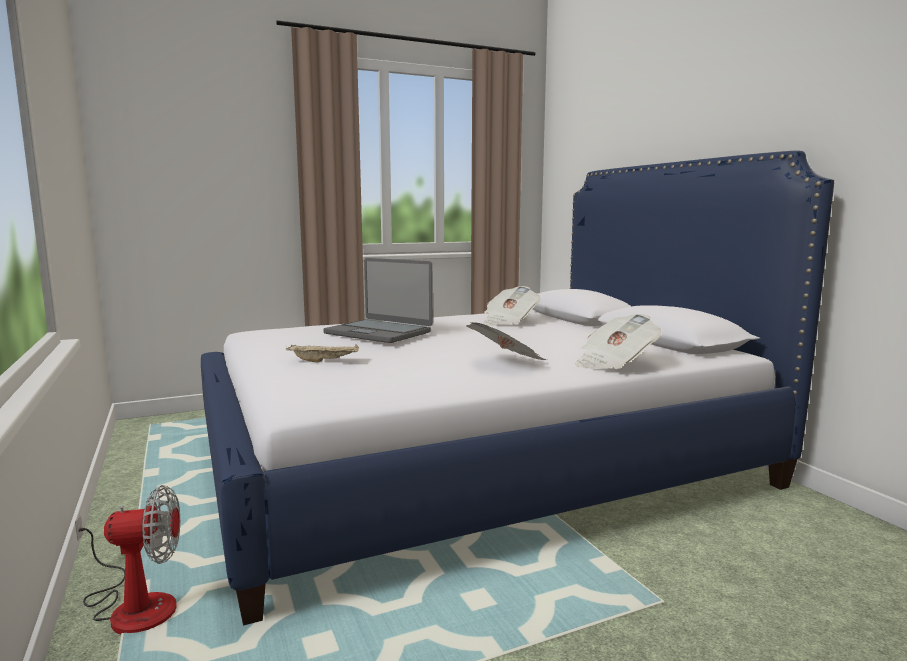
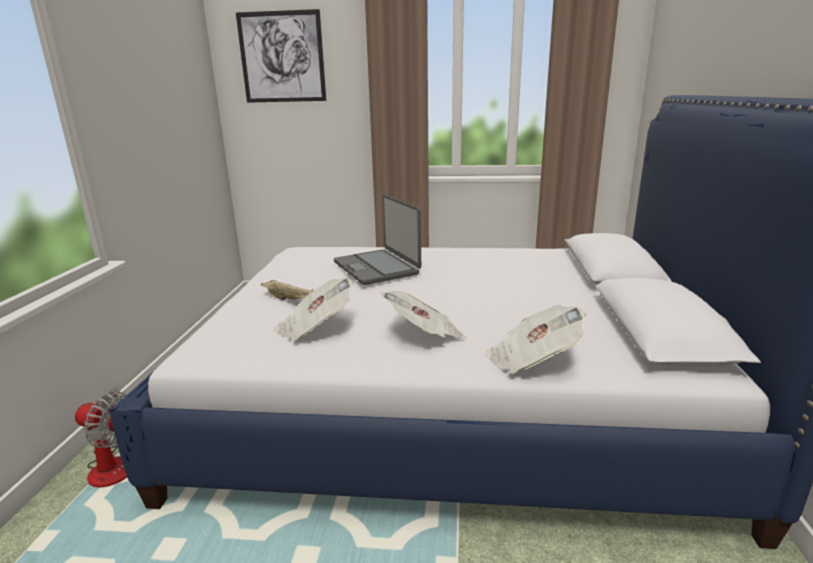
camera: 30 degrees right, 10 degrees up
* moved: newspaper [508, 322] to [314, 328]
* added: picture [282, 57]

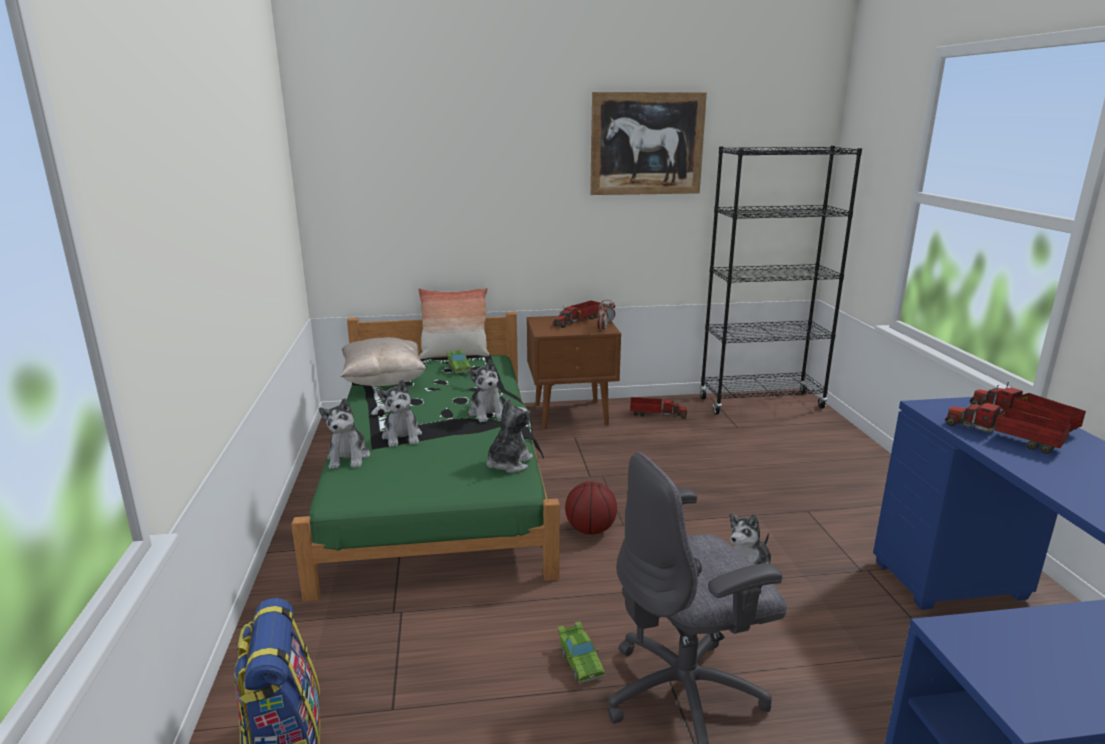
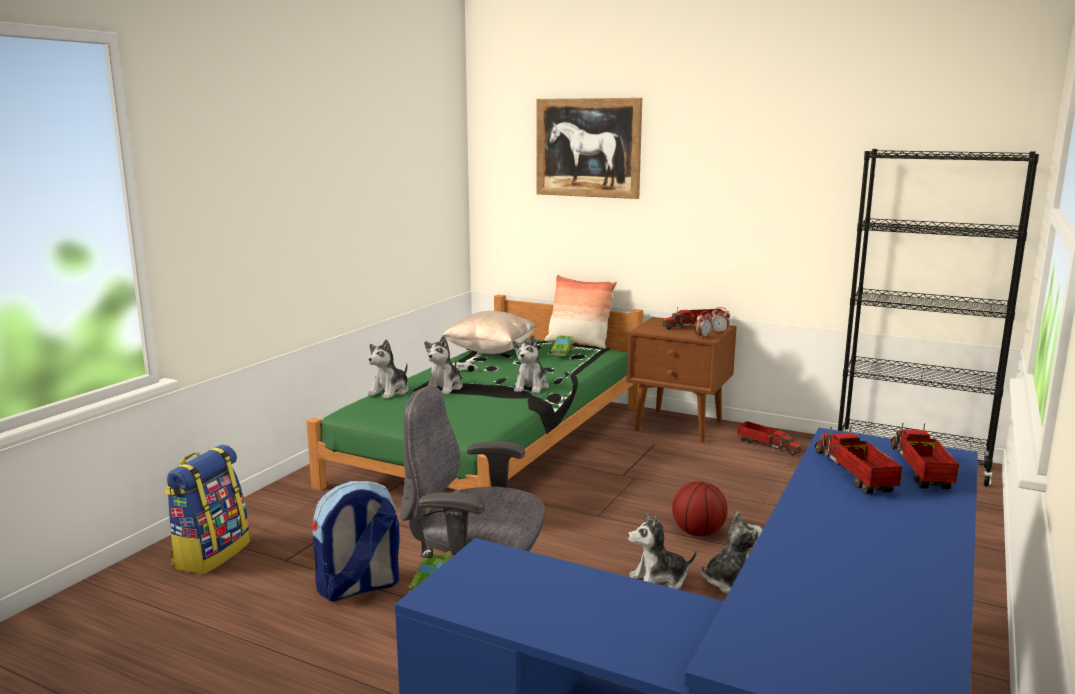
camera: 35 degrees right, 5 degrees down
* moved: picture [647, 144] to [588, 148]
* moved: plush_toy [508, 463] to [730, 582]
* moved: ball_for_basketball [591, 530] to [698, 533]
* added: knapsack [358, 587]

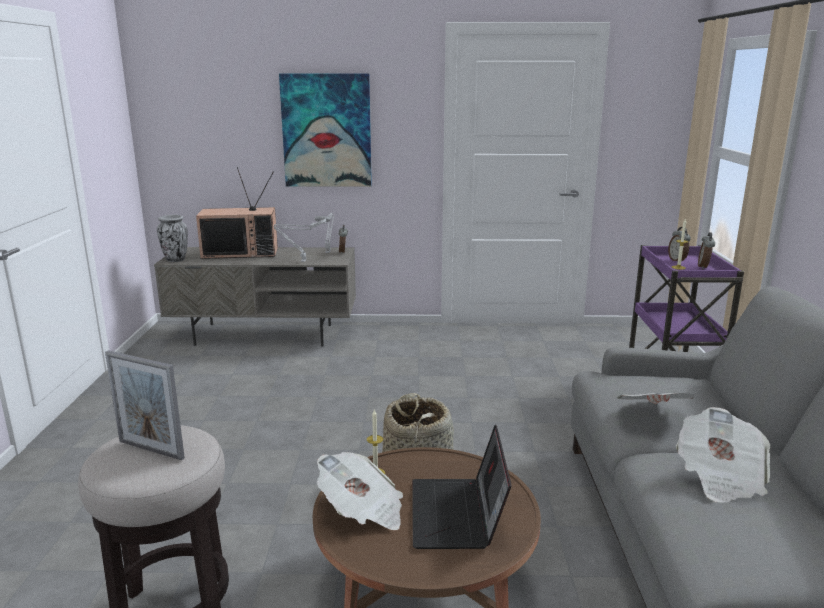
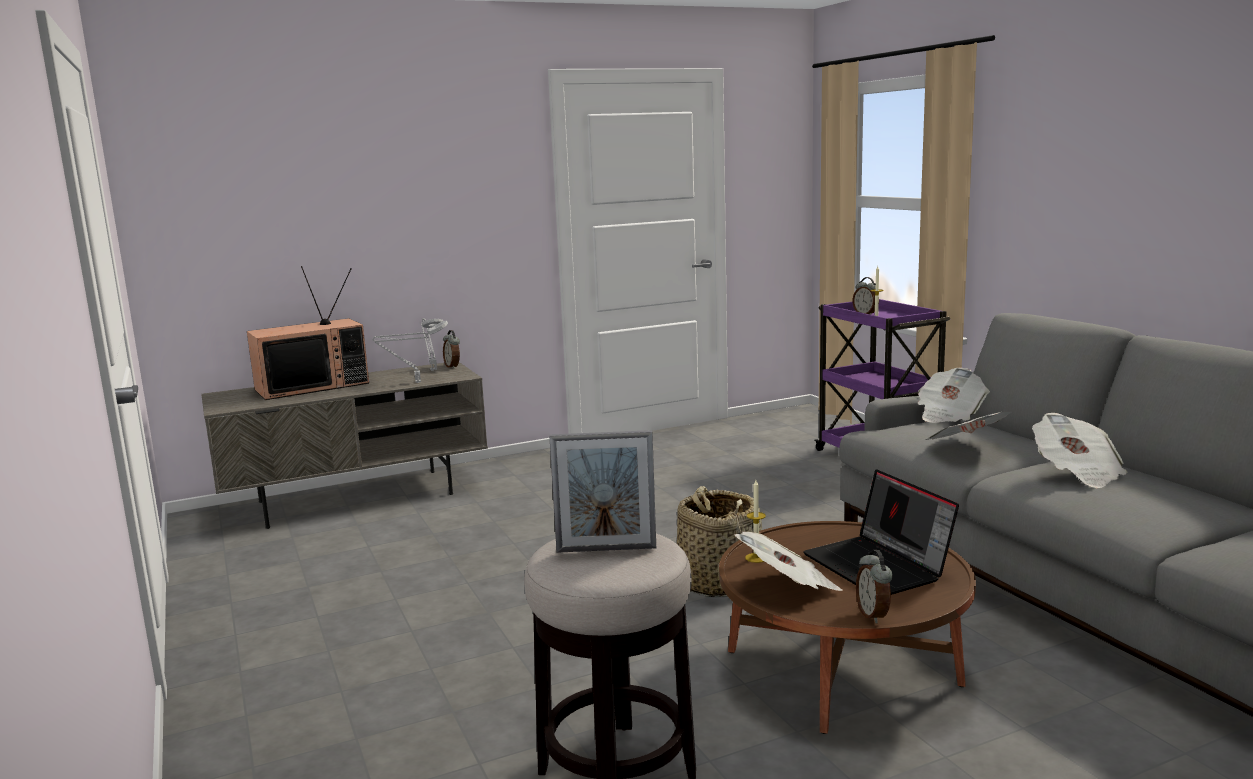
camera: 25 degrees left, 5 degrees down
* removed: picture [326, 131]
* removed: flower_vase [175, 260]
* moved: table_clock [704, 267] to [873, 615]
* added: newspaper [949, 415]

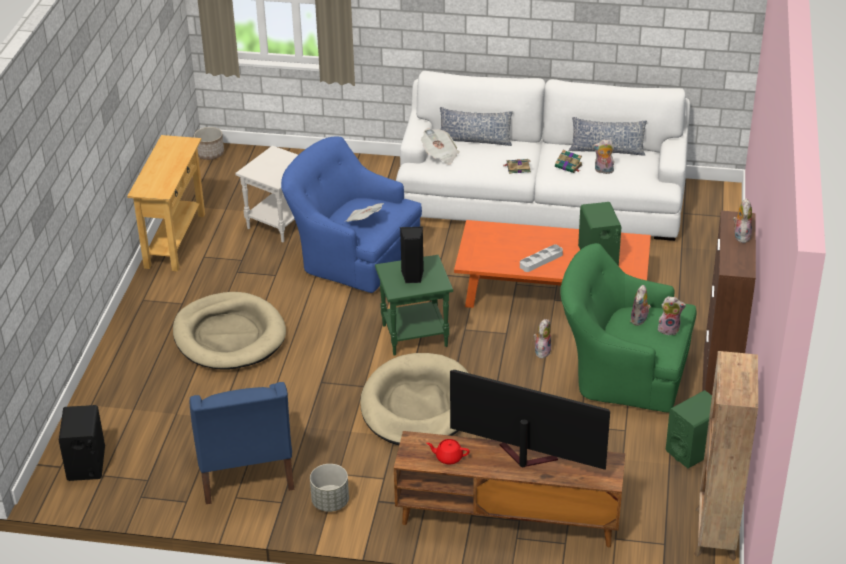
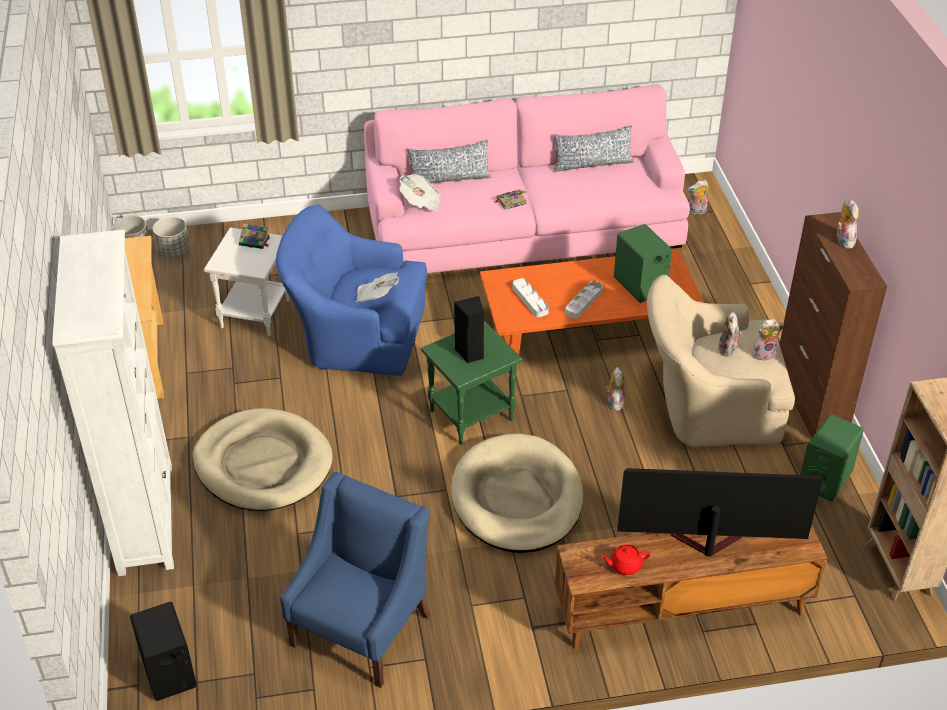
camera: 20 degrees left, 5 degrees up
* recoloured: whitish_settee [541, 200] to pink-coloured_settee [524, 229]
* moved: plush_toy [603, 171] to [696, 212]
* moved: bound_book [569, 166] to [255, 241]
* recoloured: greenish_lounge_chair [622, 372] to beige_lounge_chair [707, 406]
* turned: blue_lounge_chair [244, 469] = [362, 629] 120 degrees counterclockwise
* moved: gray_flower_pot [330, 502] to [174, 251]
* added: whitish_bookcase [145, 518]
* added: gray_tray [530, 300]

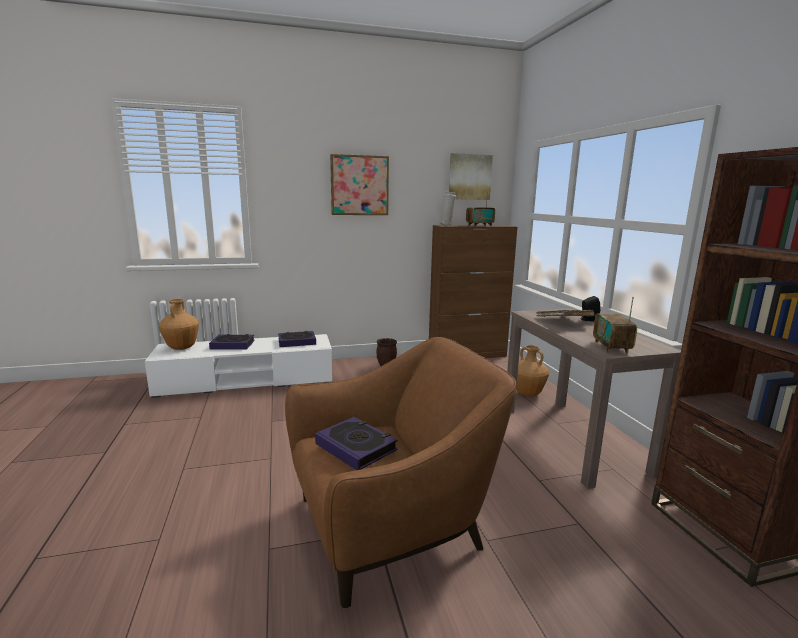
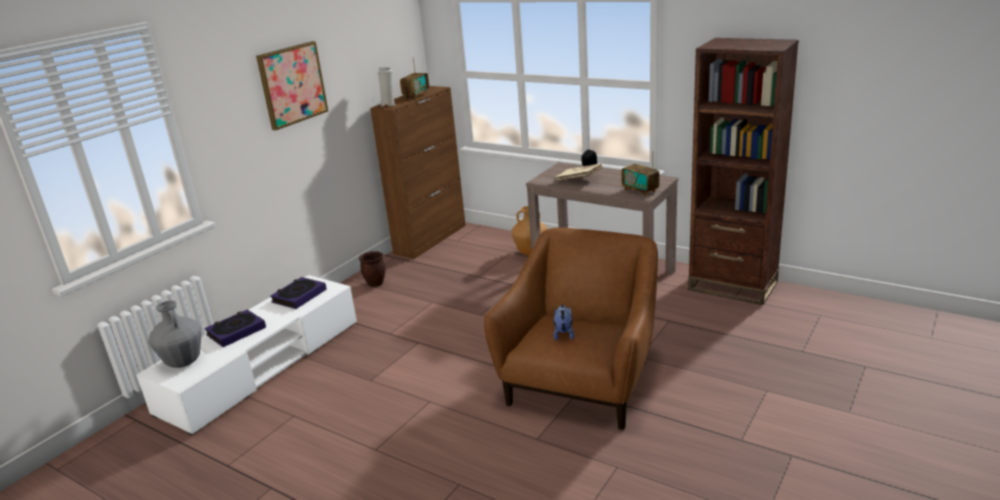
camera: 40 degrees left, 10 degrees up
* removed: picture [469, 177]
* recoloured: brown-coloured_flower_vase [181, 348] to gray_flower_vase [184, 362]
* replaced: bound_book [356, 447] to plush_toy [563, 334]

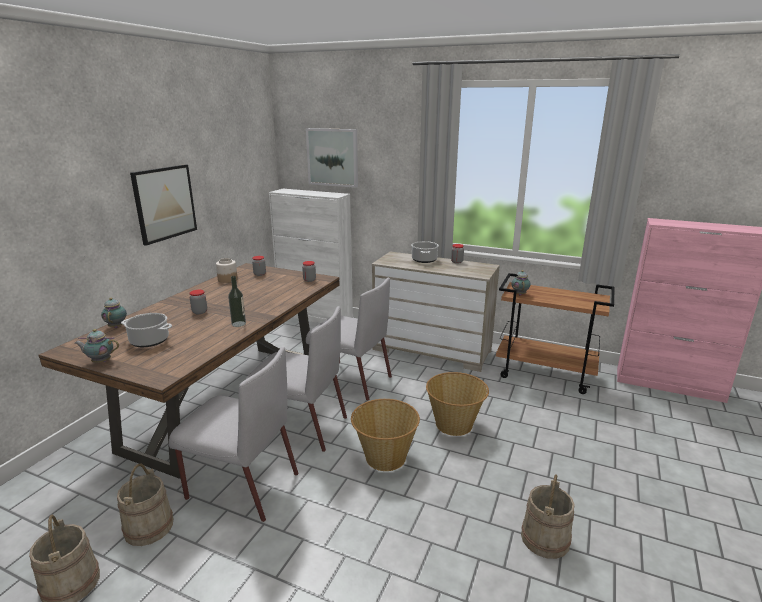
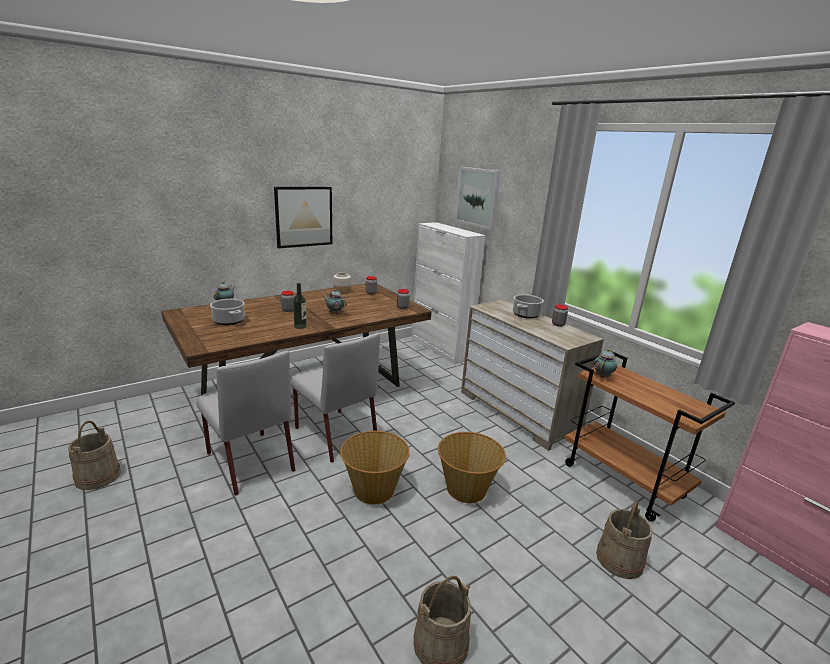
camera: 30 degrees right, 0 degrees up
* removed: gray_plain_chair [350, 380]
* moved: pot_for_tea [100, 361] to [334, 313]
* moved: beige_bucket [149, 527] to [620, 560]

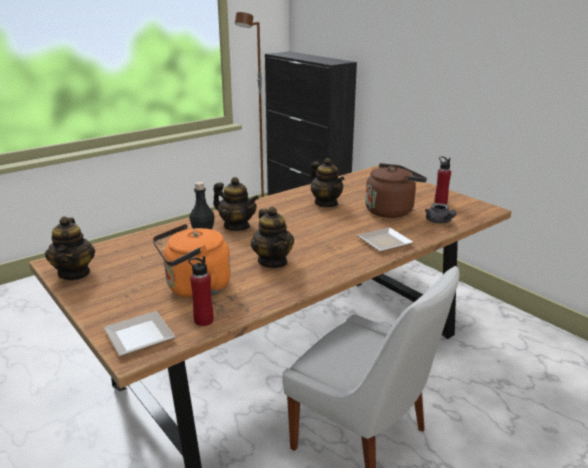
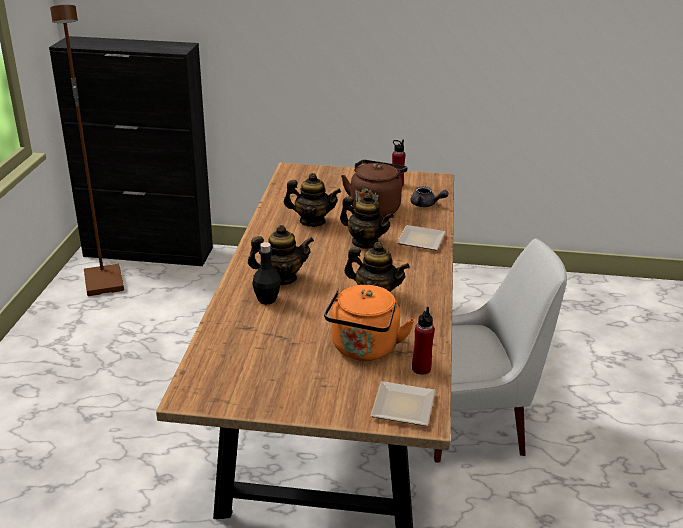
camera: 45 degrees left, 5 degrees up
* moved: pot_for_tea [75, 273] to [365, 243]

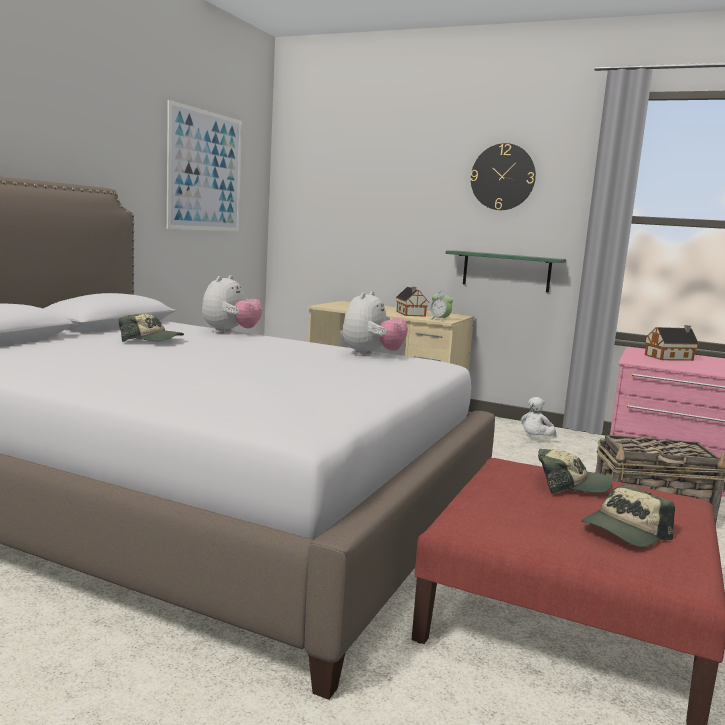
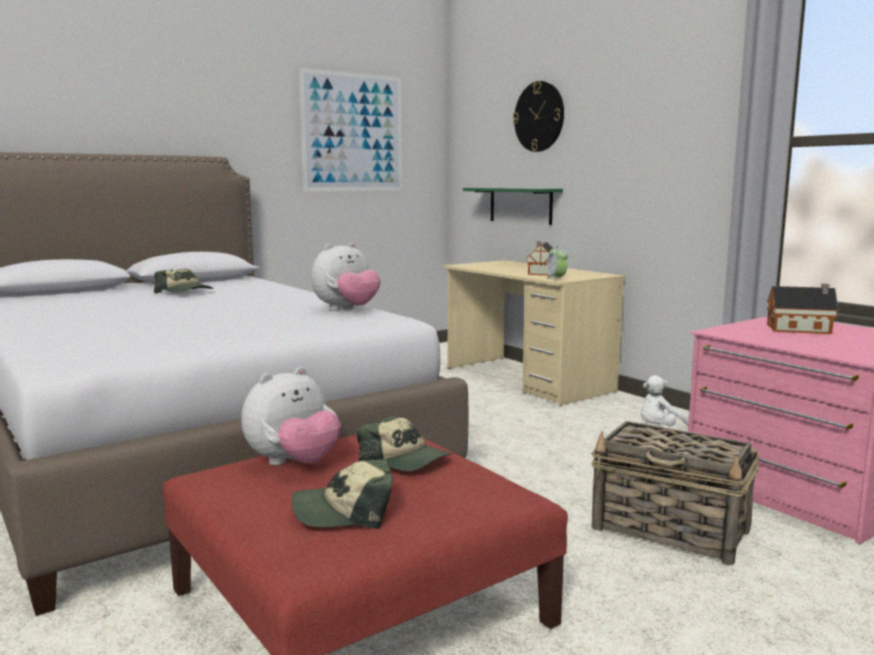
camera: 30 degrees right, 0 degrees up
* moved: hanging_clock [502, 177] to [539, 116]
* moved: greenish_shelf [506, 271] to [520, 205]
* moved: plush_toy [230, 332] to [293, 464]

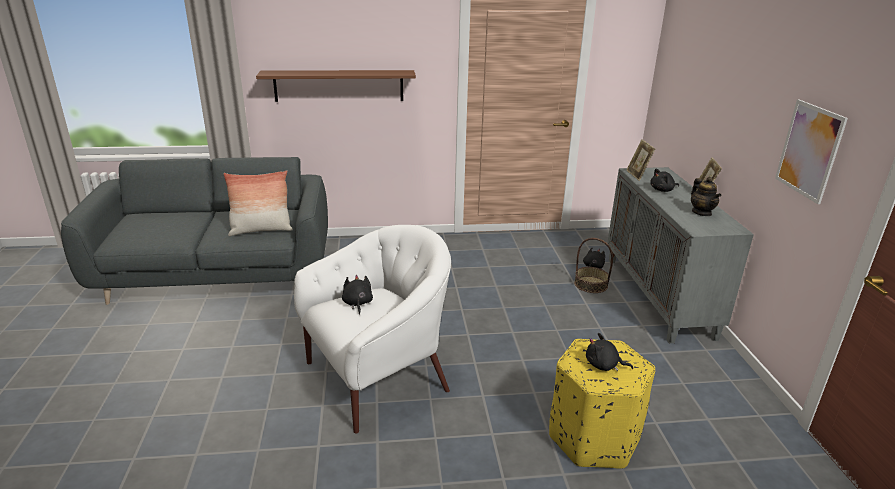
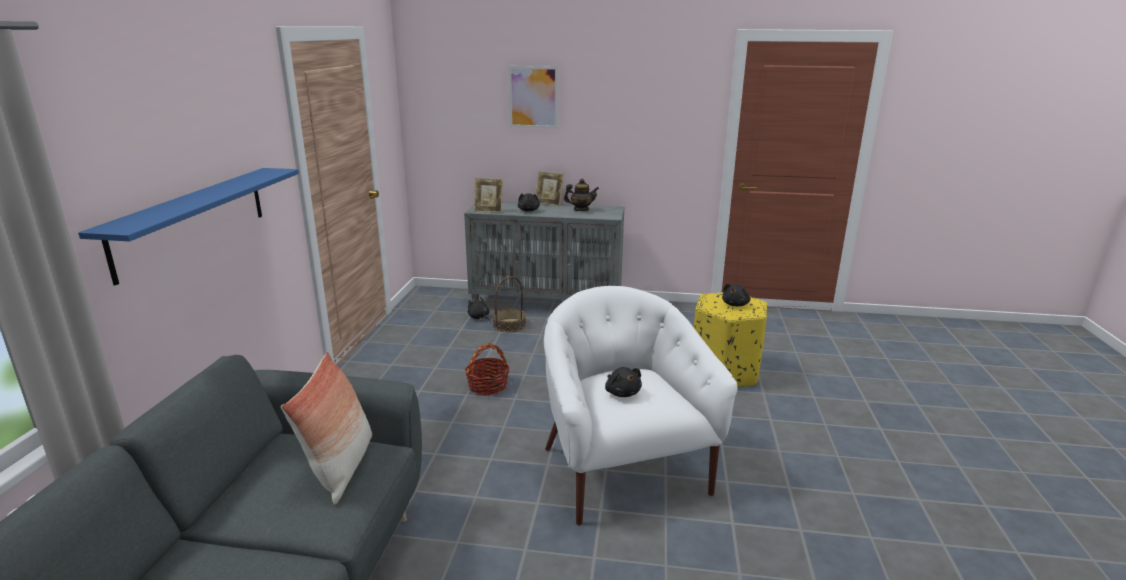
camera: 75 degrees left, 5 degrees down
* recoloured: brown-coloured_shelf [339, 85] to blue_shelf [193, 220]
* moved: picture [809, 150] to [533, 97]
* turned: blackish_plush_toy [357, 303] = [622, 392] 120 degrees counterclockwise
* added: storage_basket [488, 386]

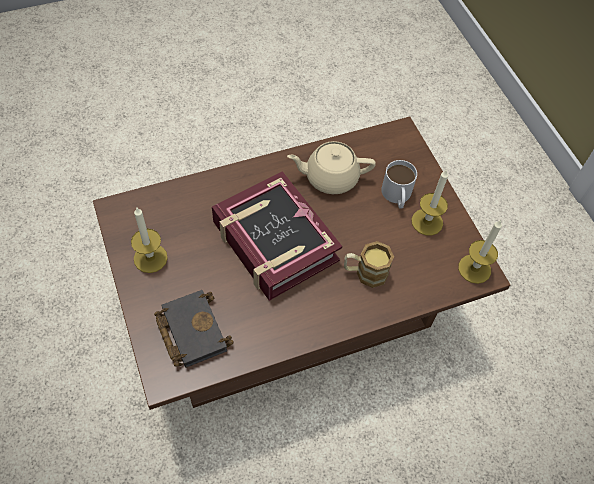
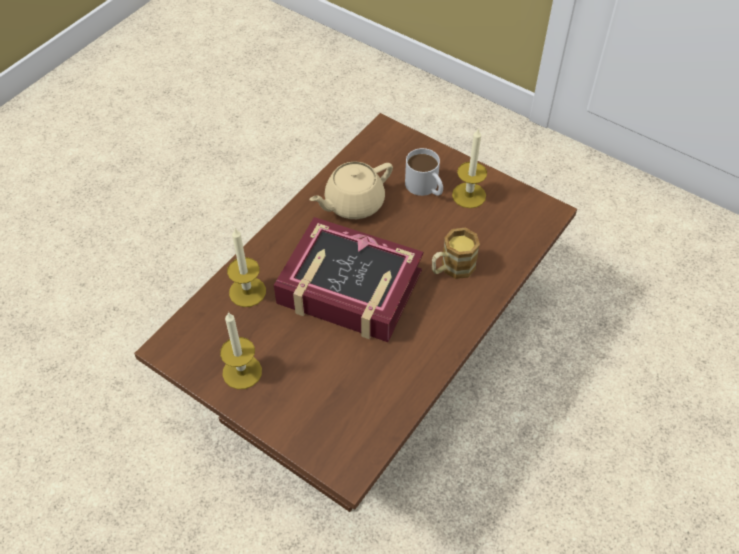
camera: 30 degrees left, 5 degrees down
* moved: wax_light [474, 269] to [247, 292]
* removed: blackish_bound_book [190, 330]

